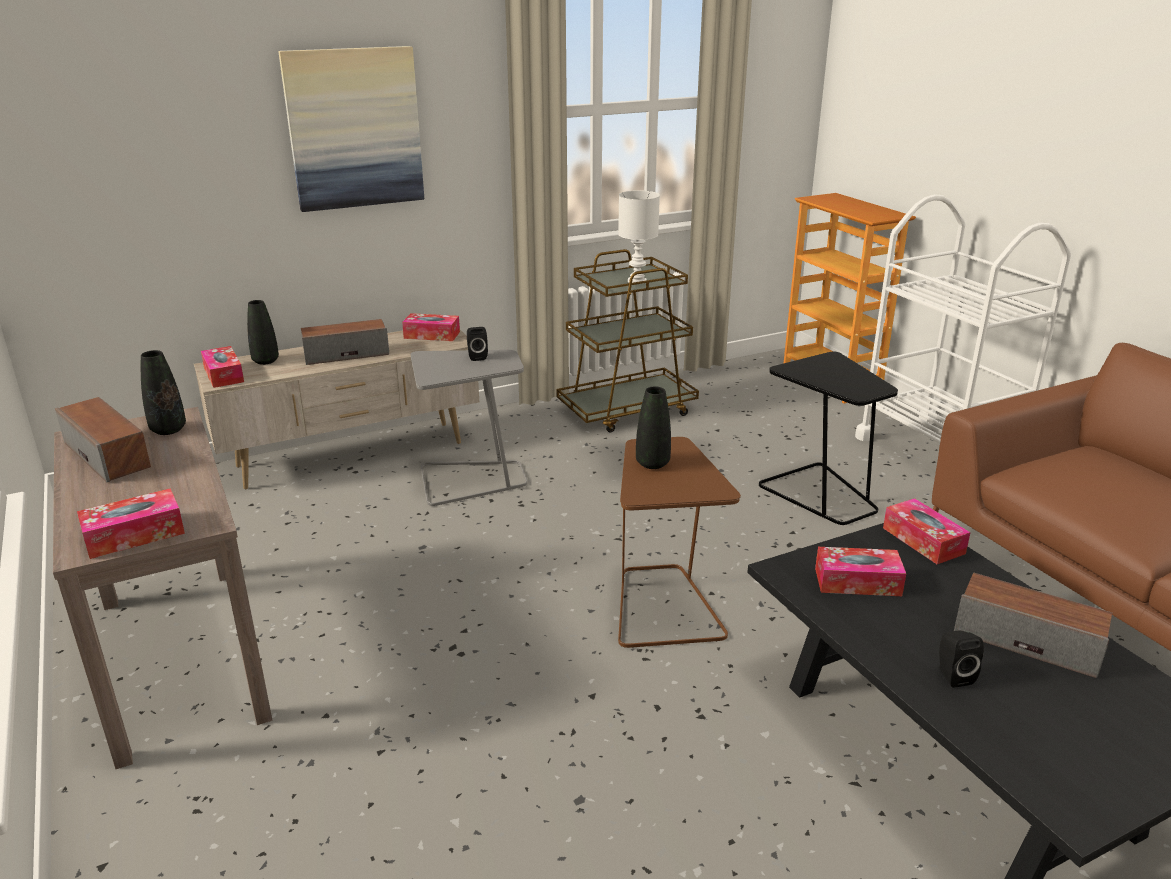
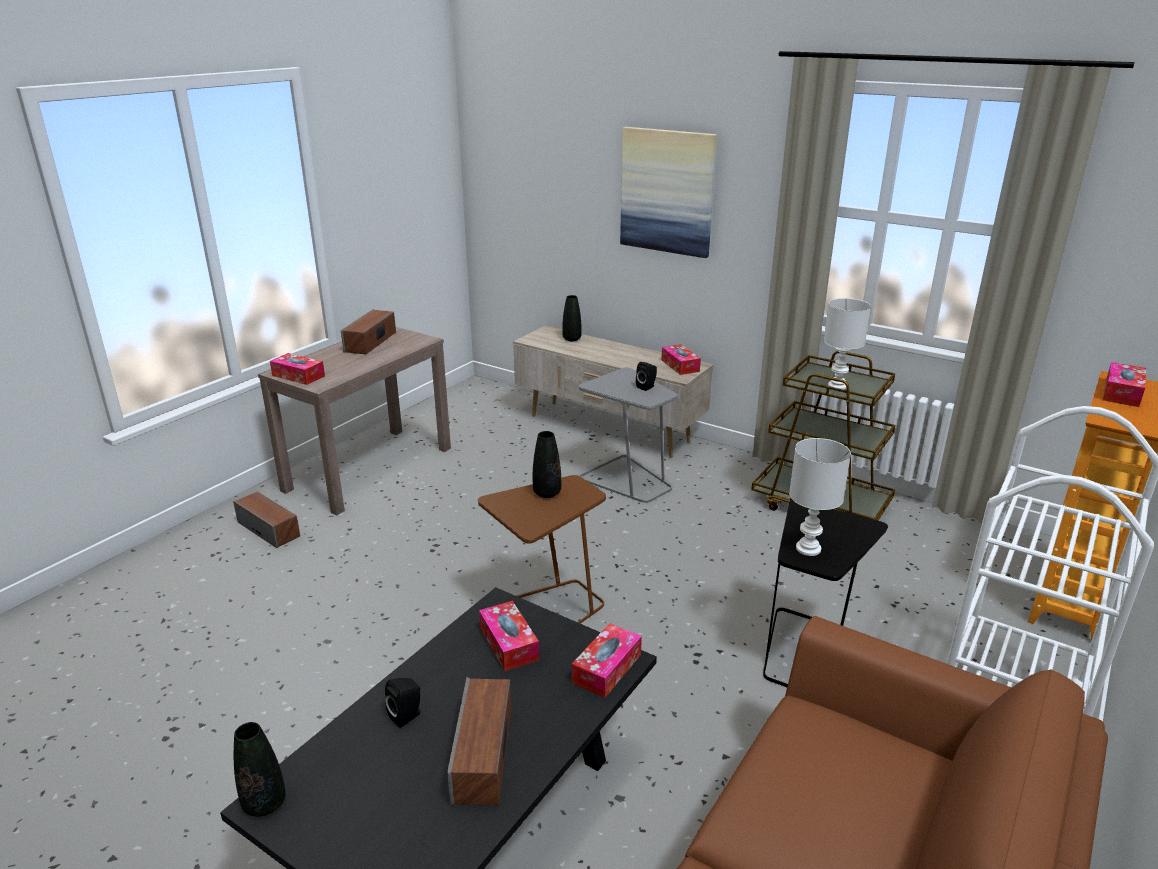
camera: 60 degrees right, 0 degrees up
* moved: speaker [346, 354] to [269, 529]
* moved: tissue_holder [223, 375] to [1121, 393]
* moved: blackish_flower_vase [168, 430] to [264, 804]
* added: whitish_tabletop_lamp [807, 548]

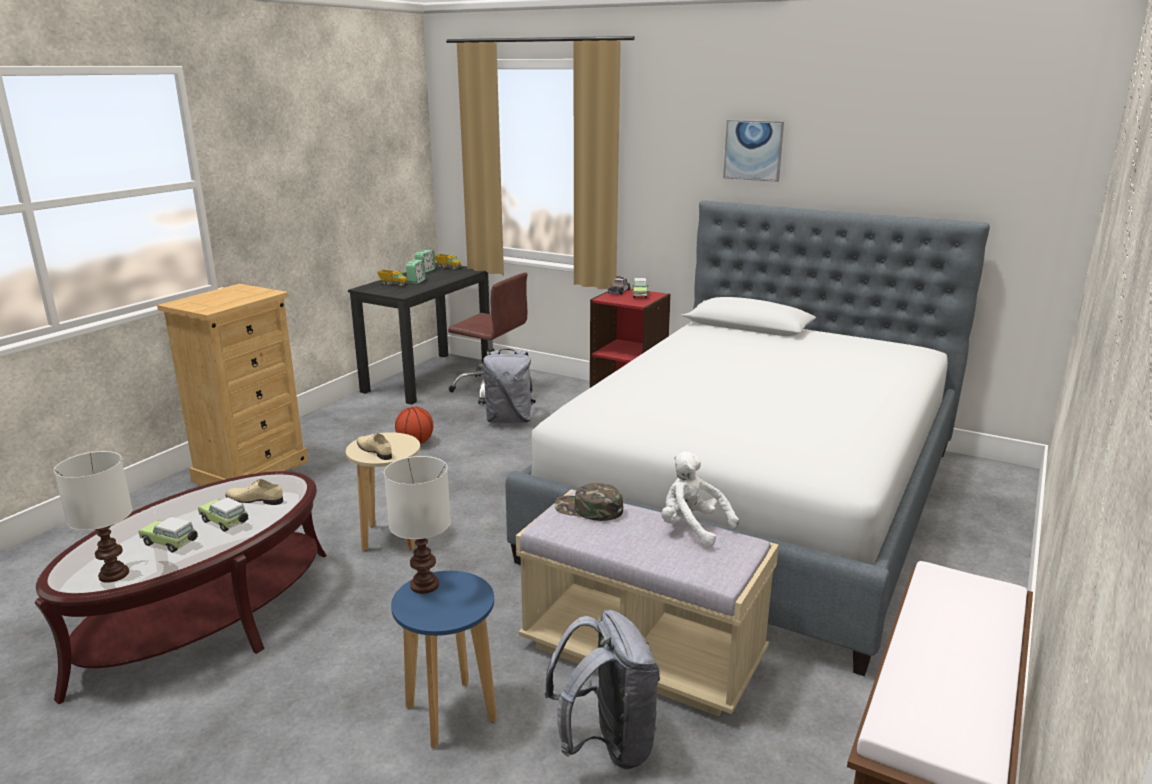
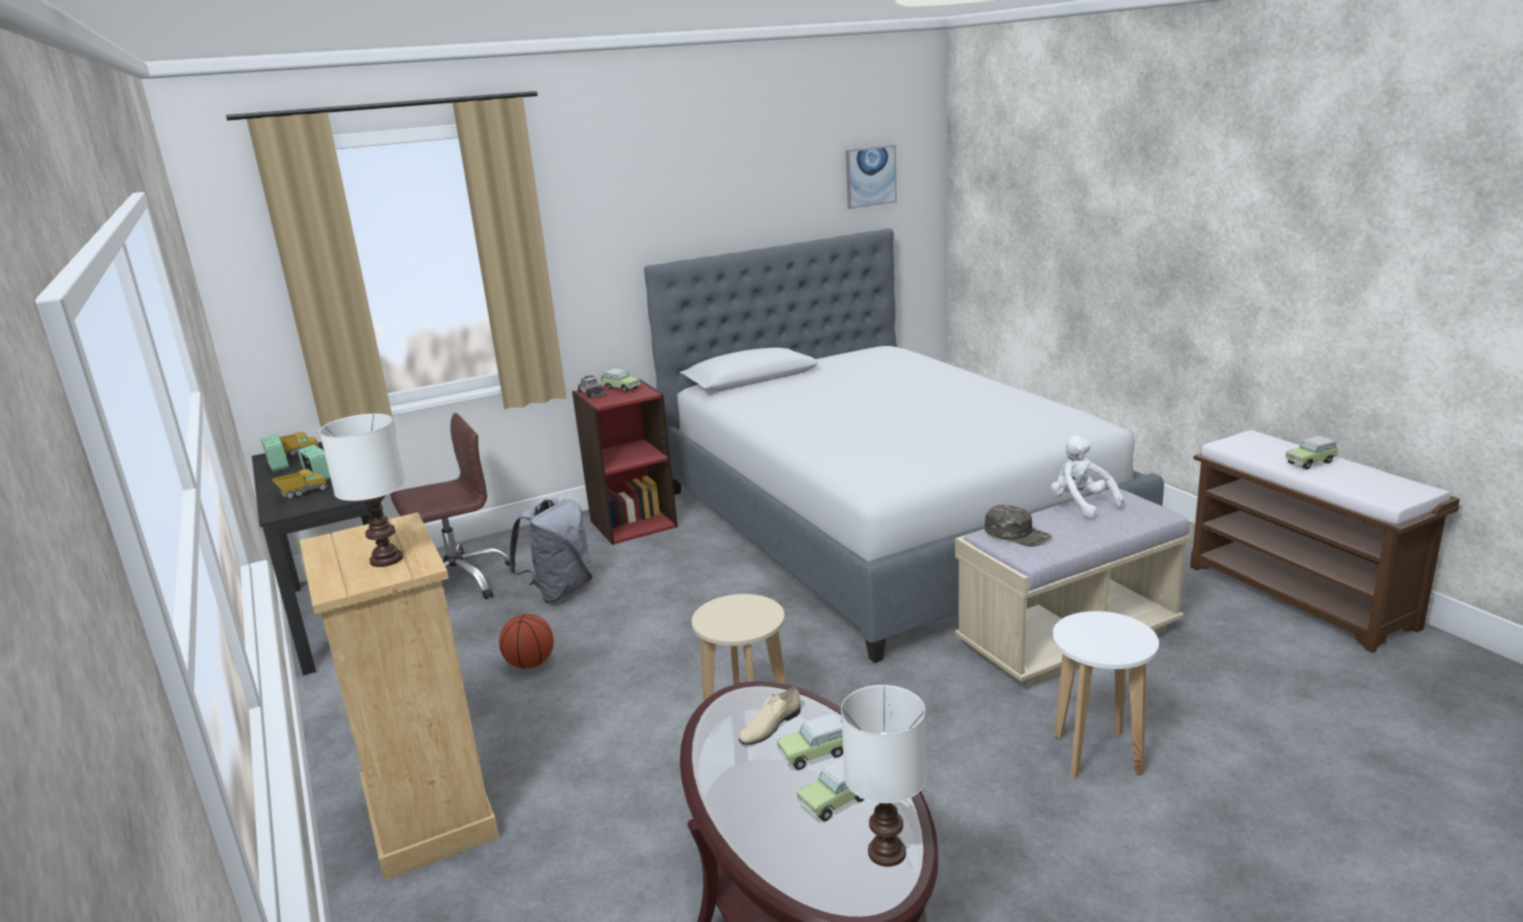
camera: 55 degrees left, 0 degrees up
* moved: picture [753, 150] to [870, 176]
* removed: beige_shoe [375, 450]
* turned: whitish_plush_toy [692, 527] = [1081, 504] 75 degrees clockwise
* moved: whitish_tabletop_lamp [425, 584] to [385, 559]
* turned: greenish_baseball_cap [588, 509] = [1017, 534] 105 degrees counterclockwise
* recoloured: blue_stool [450, 714] to whitish_stool [1097, 755]
* removed: gray_knapsack [606, 744]
* added: miniature_car [1311, 462]

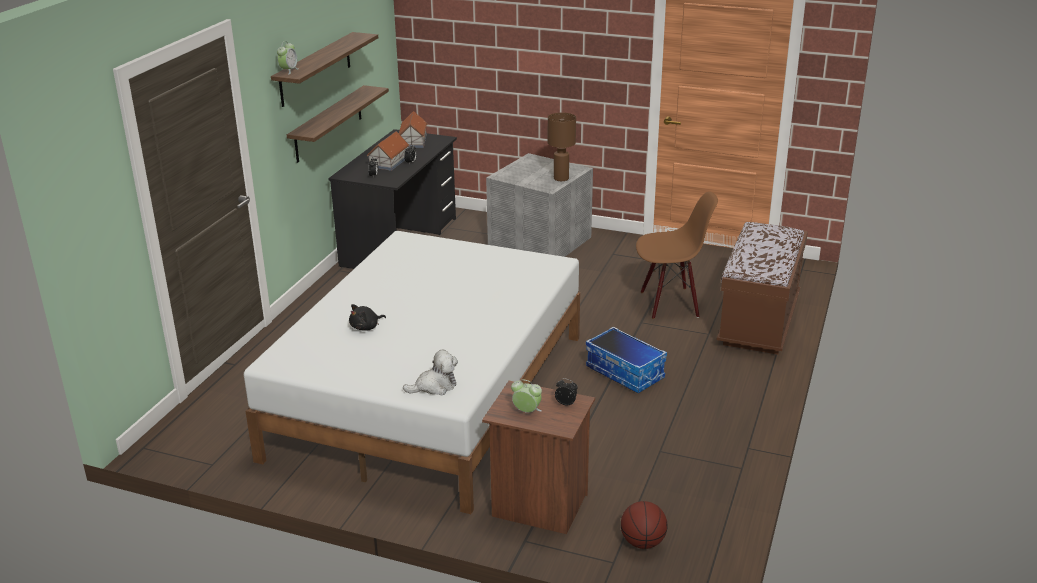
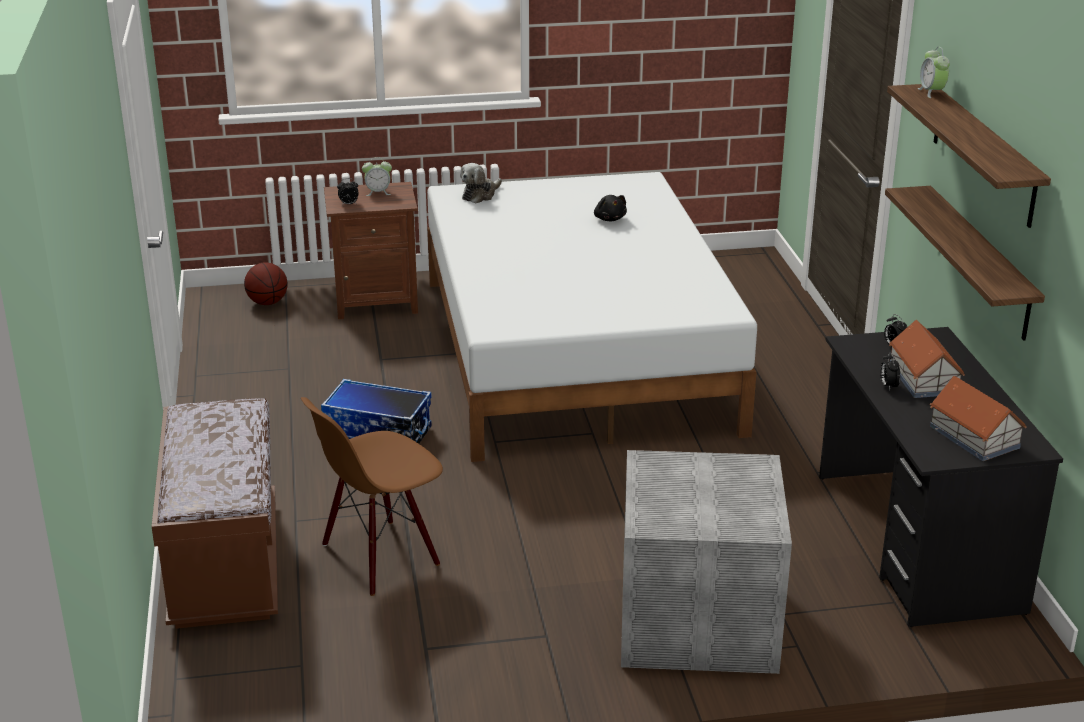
camera: 150 degrees right, 0 degrees up
* removed: brown-coloured_tabletop_lamp [561, 178]
* turned: blackish_plush_toy [366, 327] = [609, 219] 135 degrees clockwise

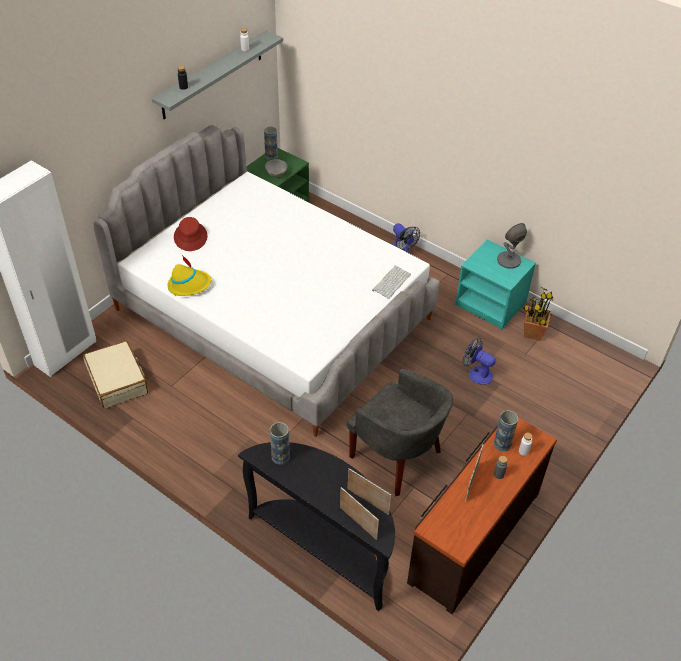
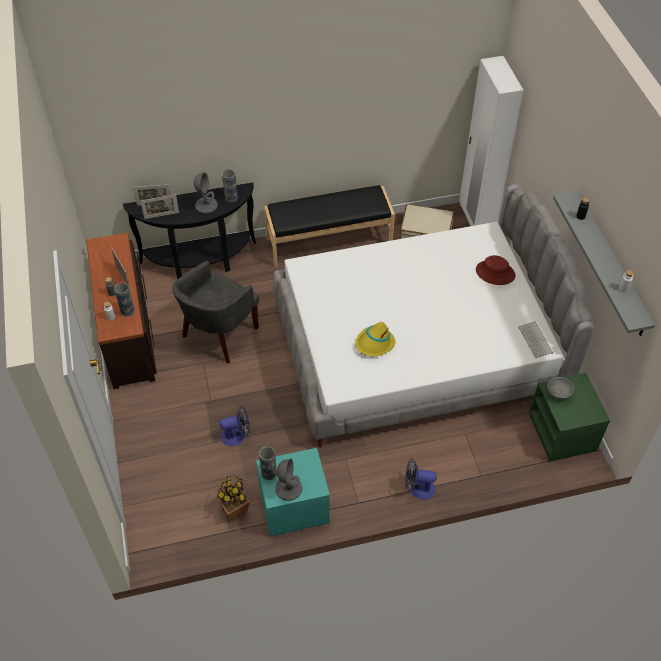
camera: 130 degrees right, 5 degrees up
* moved: flower_vase [271, 156] to [269, 473]
* moved: yellow-coloured_wearable_hat [189, 285] to [374, 343]
* moved: computer_keyboard [391, 282] to [536, 340]
* turned: gray_lounge_chair [397, 458] = [219, 335] 45 degrees counterclockwise
* added: gray_tabletop_lamp [206, 205]
* added: blackish_long_seat [329, 241]

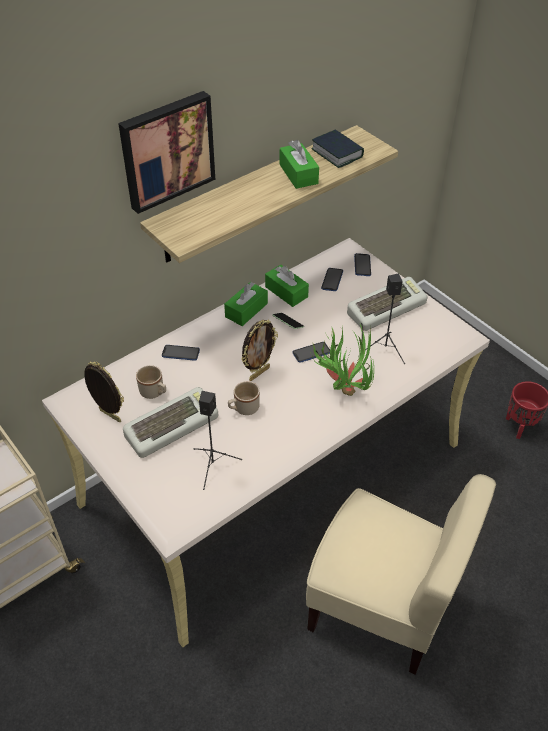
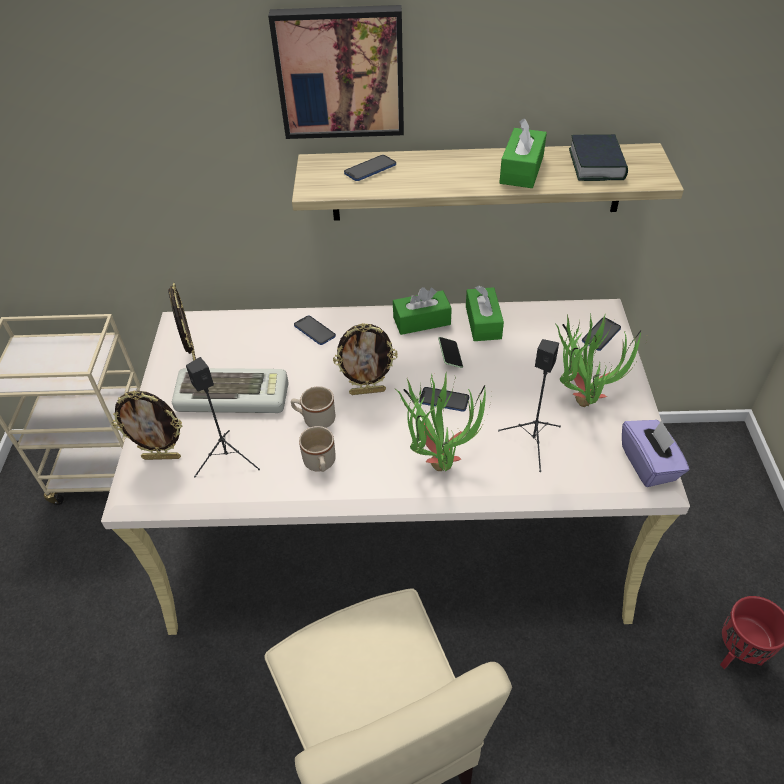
camera: 40 degrees right, 0 degrees up
* moved: handset [332, 280] to [370, 169]
* replaced: computer_keyboard [386, 307] to potted_plant [583, 395]
* moved: beige_coffee_mug [154, 392] to [320, 464]
* added: photo_frame [162, 457]
* added: purple-coloured_tissue_holder [649, 464]

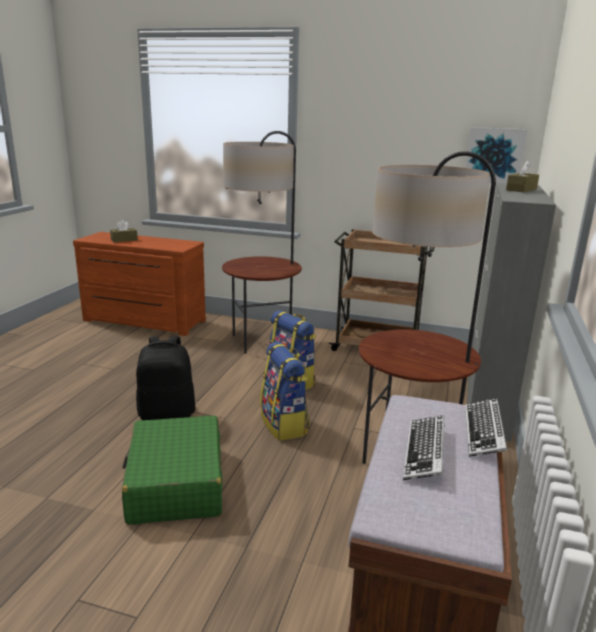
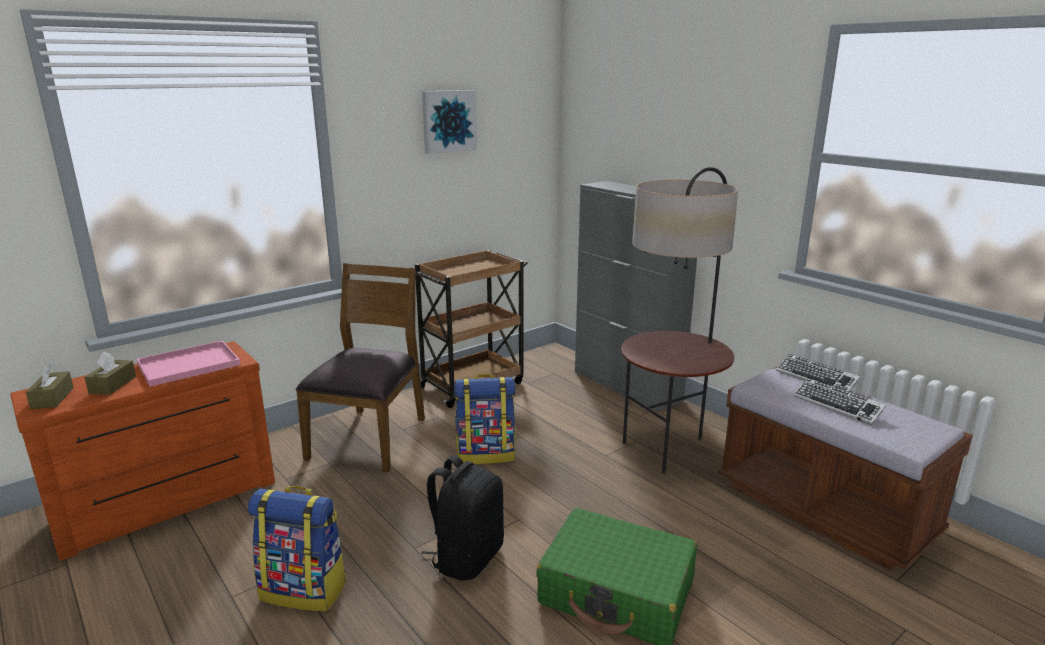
camera: 55 degrees left, 0 degrees up
* moved: picture [494, 155] to [448, 121]
* replaced: floor_lamp [261, 341] to brown-coloured_plain_chair [370, 437]
* moved: brown-coloured_tissue_holder [521, 190] to [52, 398]
* moved: knapsack [284, 425] to [305, 590]
* added: pink-coloured_tray [190, 364]

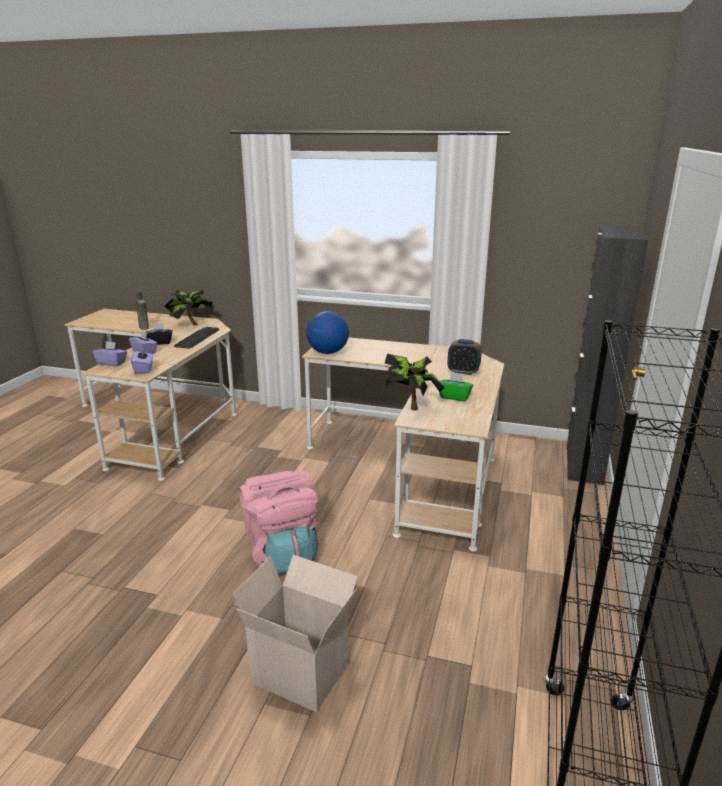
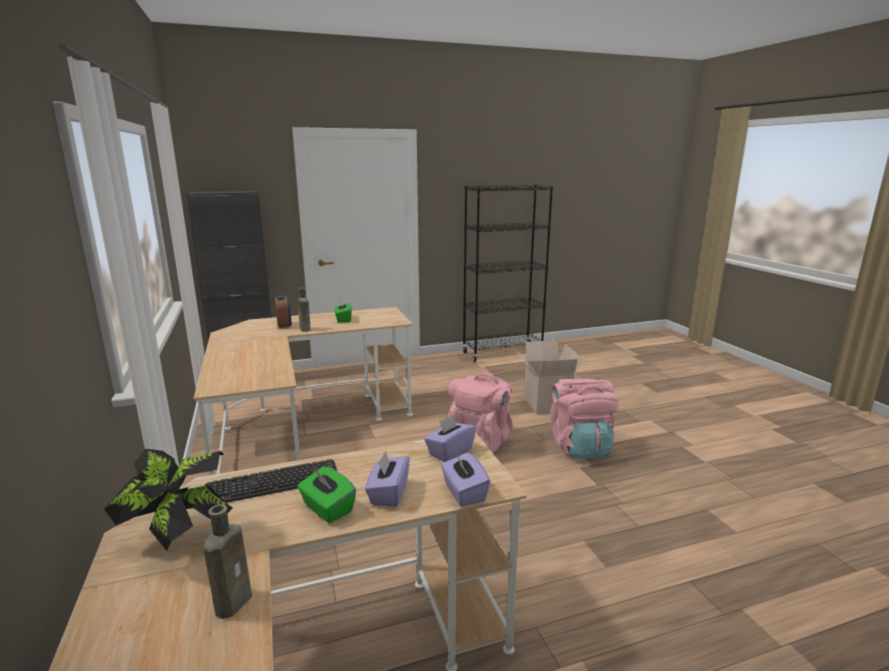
camera: 125 degrees left, 5 degrees down
* removed: desk_globe [327, 352]
* recoloured: blackish_tissue_holder [160, 342] to greenish_tissue_holder [327, 508]
* removed: potted_plant [411, 405]
* added: brown-coloured_drink_bottle [305, 329]
* added: pink-coloured_knapsack [580, 447]

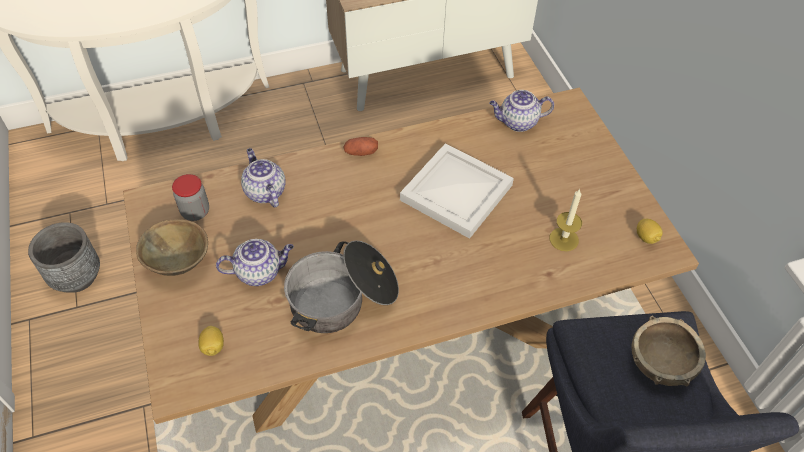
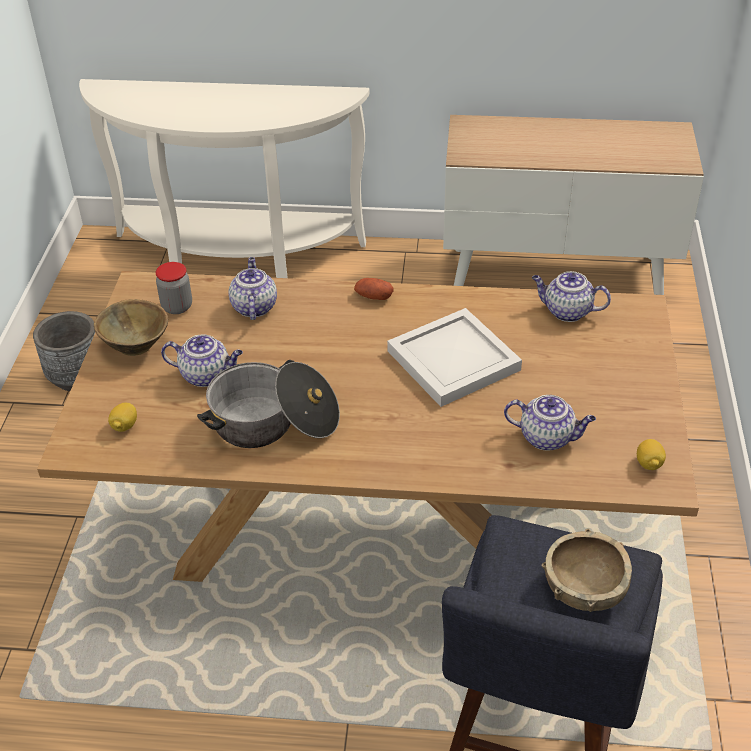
camera: 25 degrees right, 10 degrees down
* replaced: wax_light [564, 239] to pot_for_tea [547, 437]

